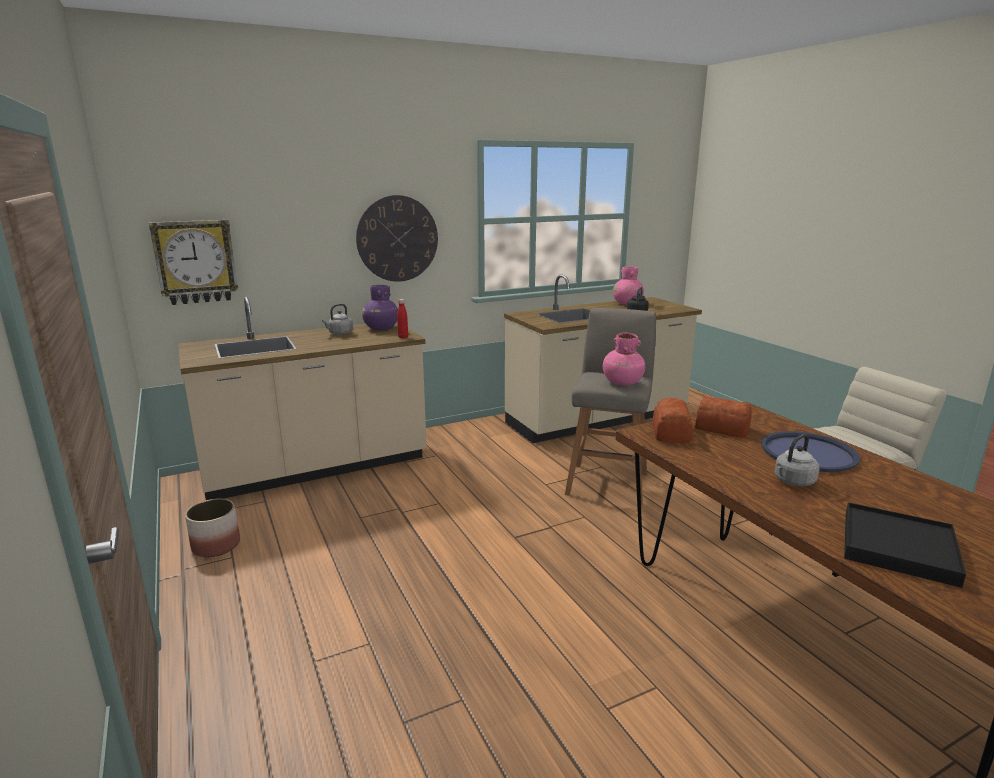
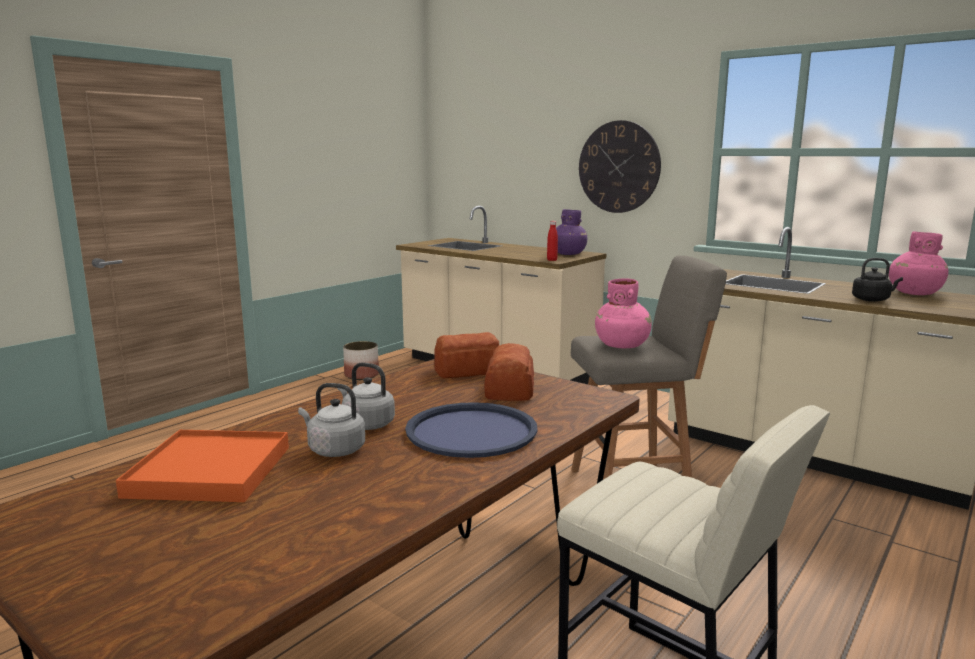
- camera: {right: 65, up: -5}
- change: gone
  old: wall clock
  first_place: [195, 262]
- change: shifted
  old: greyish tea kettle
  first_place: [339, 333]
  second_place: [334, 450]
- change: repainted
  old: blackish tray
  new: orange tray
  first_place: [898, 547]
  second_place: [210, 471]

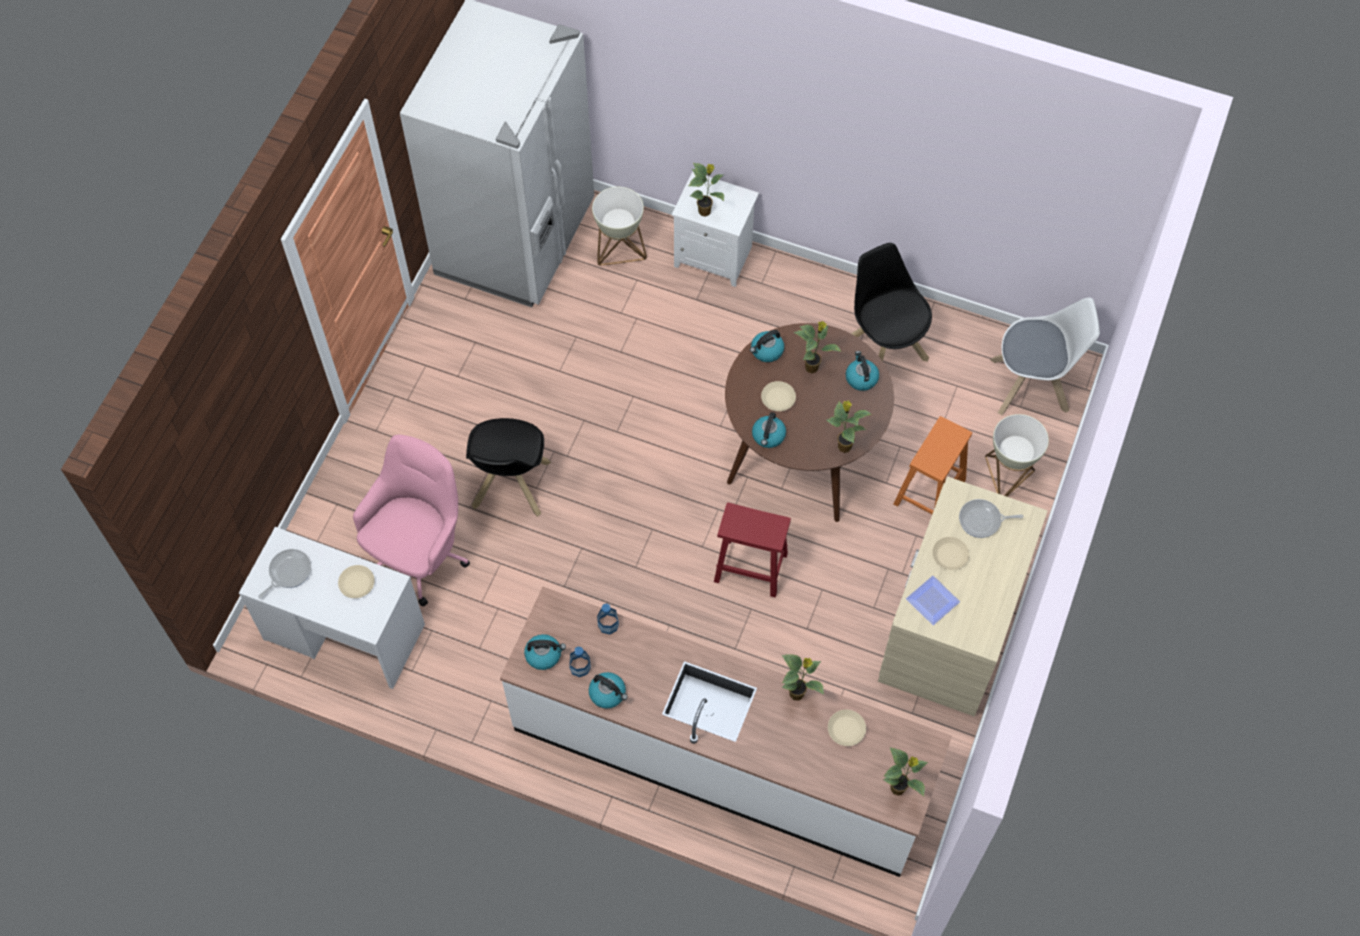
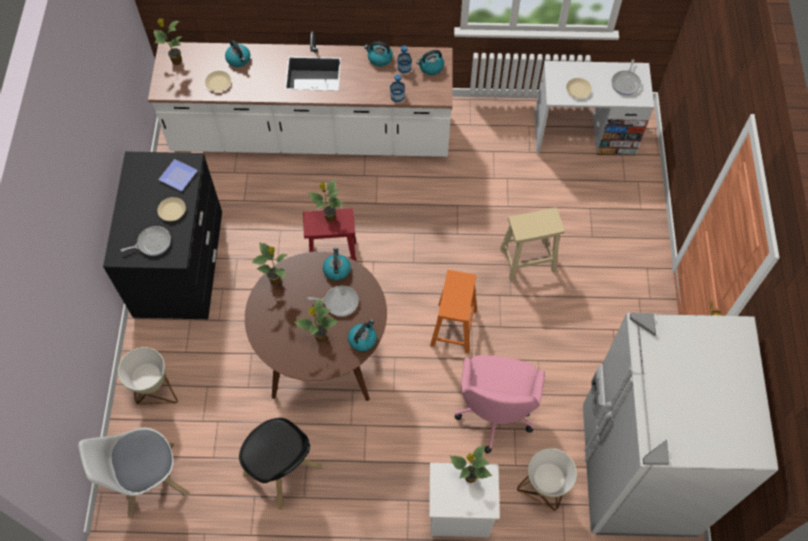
- camera: {right: 160, up: 0}
- change: shifted
  old: pink computer chair
  first_place: [420, 555]
  second_place: [495, 412]
- change: shifted
  old: potted plant
  first_place: [797, 694]
  second_place: [329, 218]
- change: shifted
  old: tea kettle
  first_place: [861, 378]
  second_place: [239, 59]
- change: shifted
  old: orange stool seat
  first_place: [929, 493]
  second_place: [453, 326]
- change: swapped
  old: blackish plain chair
  new: beige stool seat
  first_place: [510, 486]
  second_place: [528, 259]
- change: swapped
  old: beige plate
  new: frying pan
  first_place: [778, 398]
  second_place: [339, 302]
- change: repainted
  old: beige drawer chest
  new: blackish drawer chest
  first_place: [951, 626]
  second_place: [179, 263]

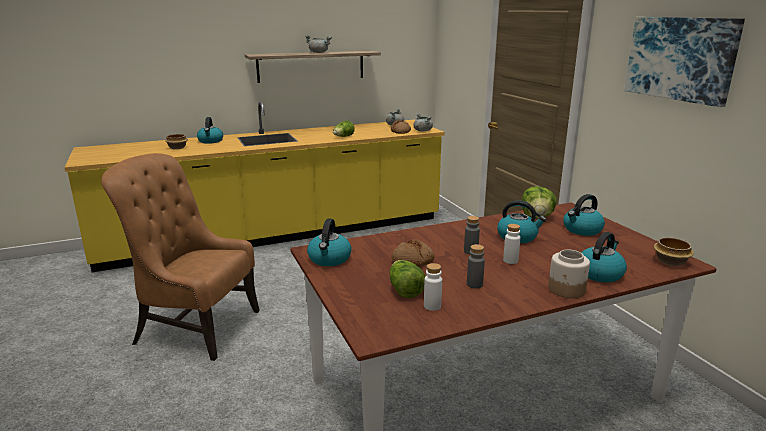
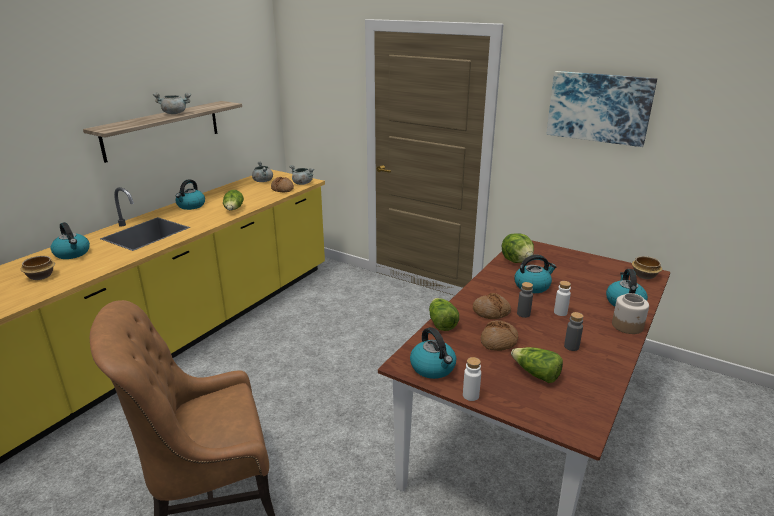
- camera: {right: -35, up: 5}
- change: new
  new: head of lettuce
  second_place: [441, 323]
- change: new
  new: baked bread
  second_place: [491, 311]
- change: shifted
  old: white-coloured beverage bottle
  first_place: [432, 306]
  second_place: [470, 395]
- change: shifted
  old: tea kettle
  first_place: [582, 230]
  second_place: [191, 206]

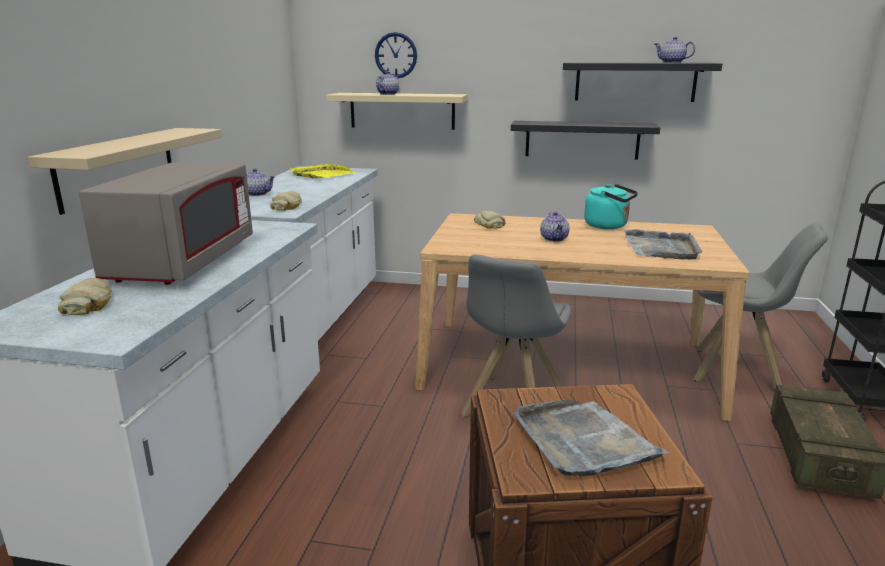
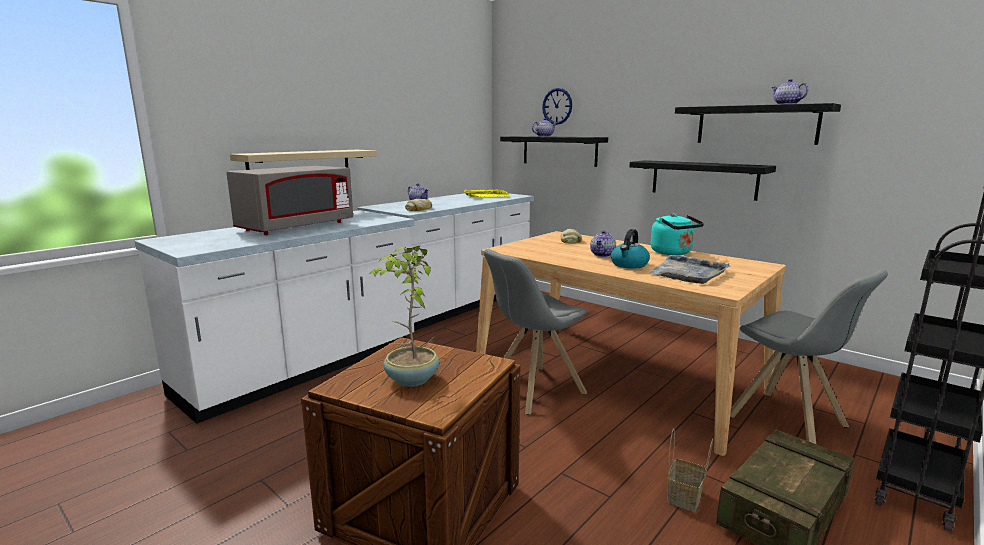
- camera: {right: 30, up: -5}
- change: gone
  old: baked bread
  first_place: [89, 304]
- change: new
  new: tea kettle
  second_place: [629, 265]
- change: new
  new: storage basket
  second_place: [685, 498]
- change: swapped
  old: greyish tray
  new: potted plant
  first_place: [583, 441]
  second_place: [410, 380]
- change: repainted
  old: beige wall shelf
  new: blackish wall shelf
  first_place: [402, 111]
  second_place: [559, 150]

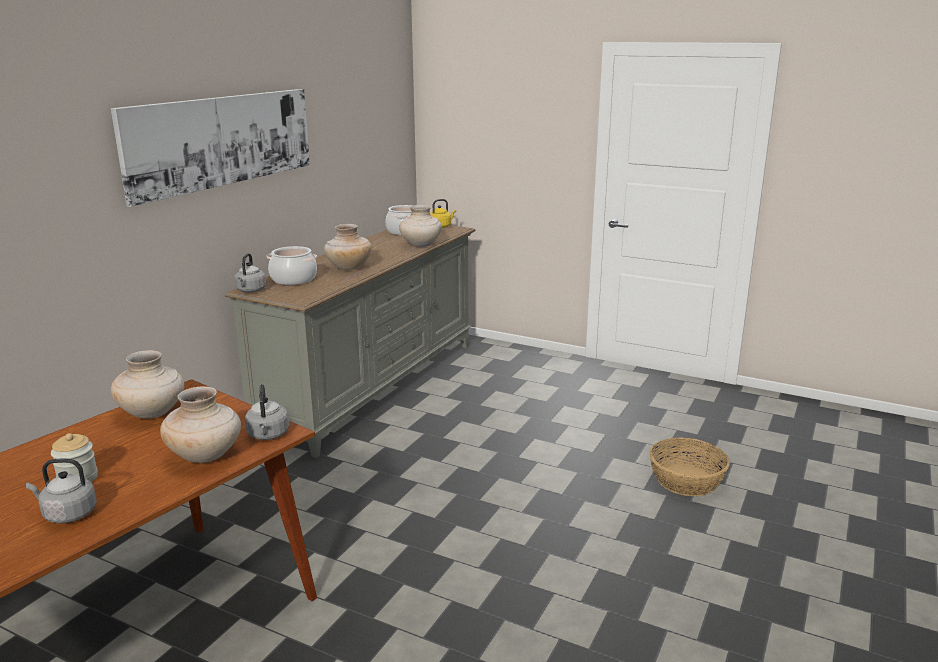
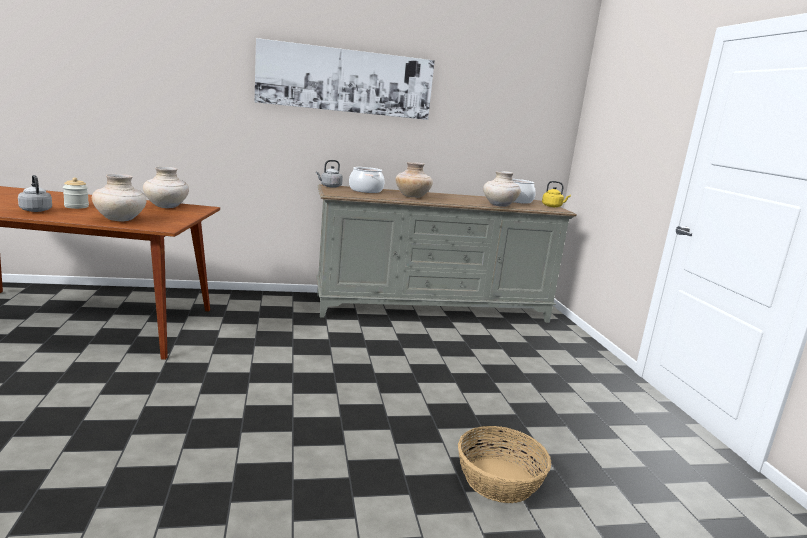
- camera: {right: 50, up: -5}
- change: gone
  old: greyish tea kettle
  first_place: [268, 435]

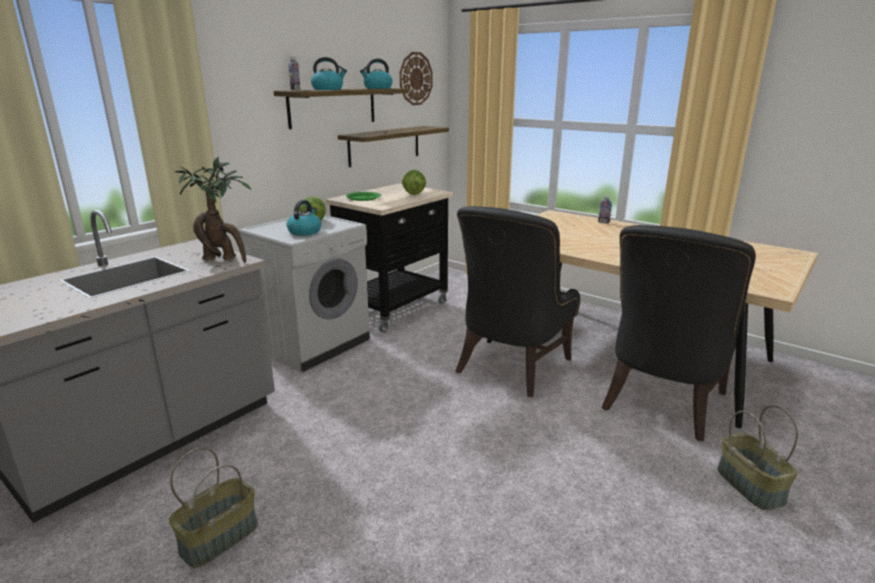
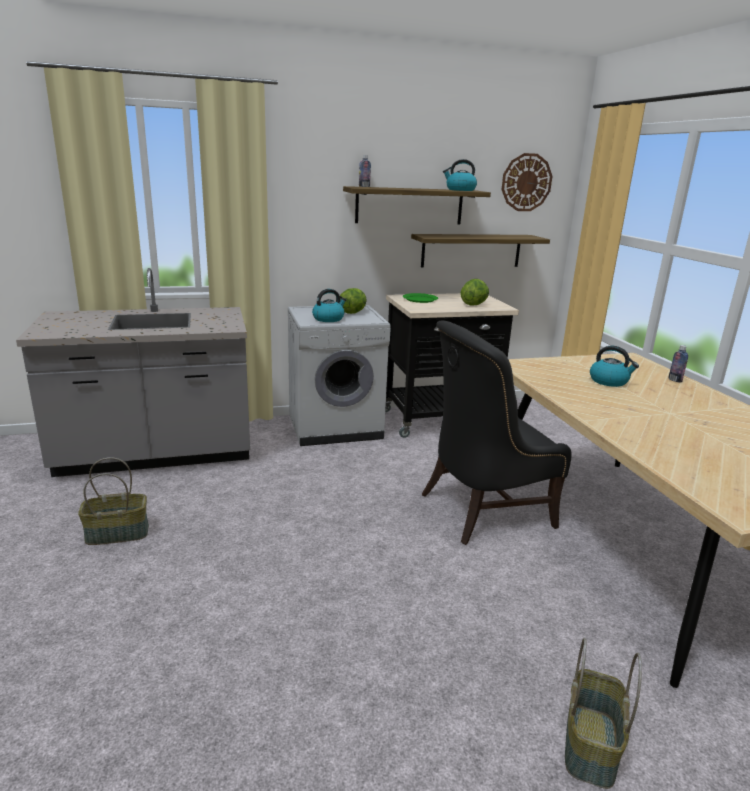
- camera: {right: 35, up: 0}
- change: gone
  old: potted plant
  first_place: [223, 259]
- change: gone
  old: blackish plain chair
  first_place: [662, 401]
- change: shifted
  old: tea kettle
  first_place: [328, 89]
  second_place: [609, 381]

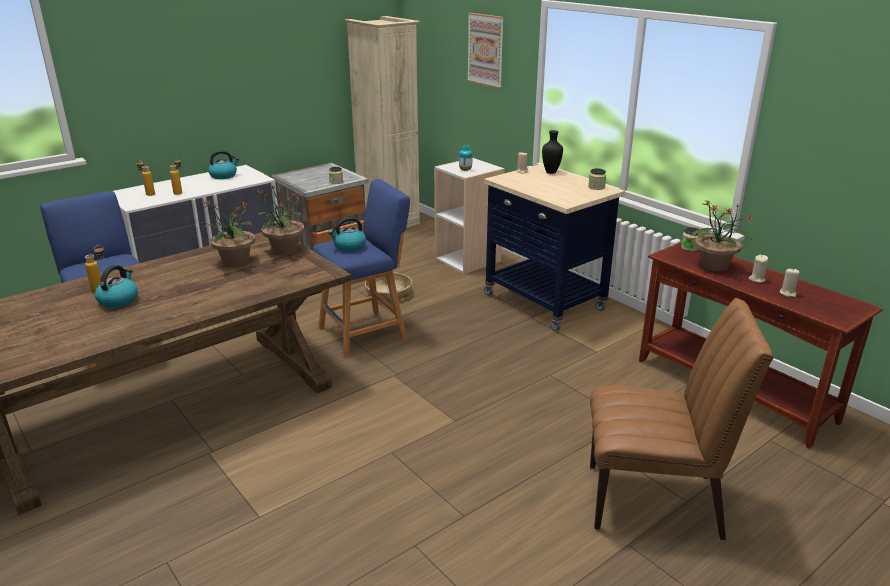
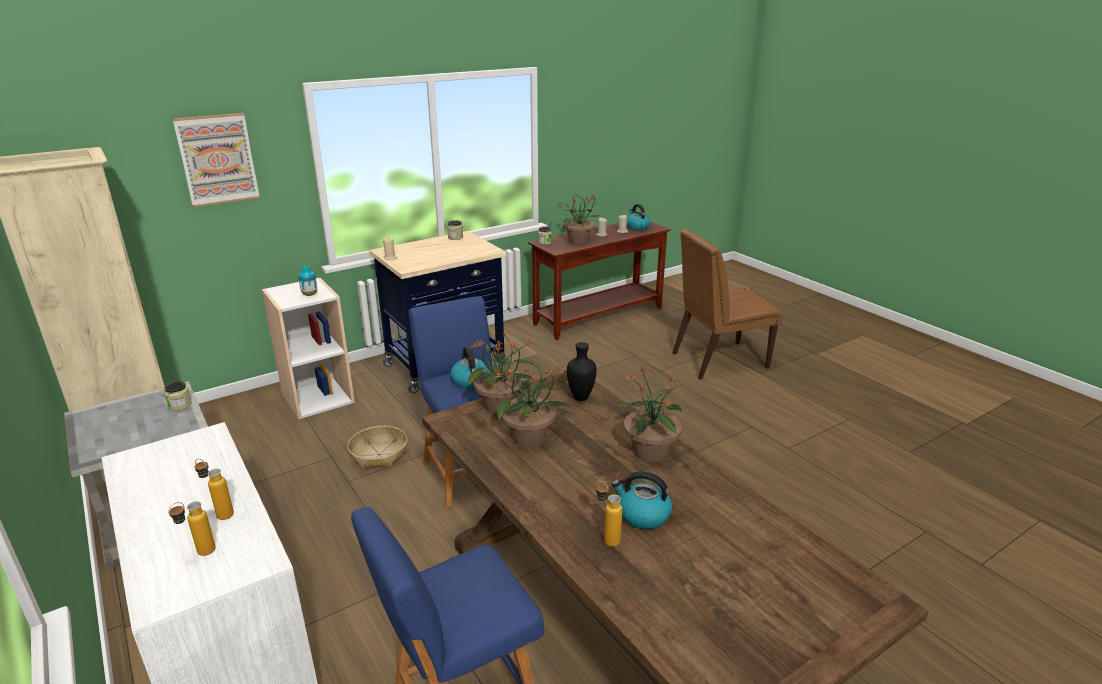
- camera: {right: -85, up: 0}
- change: new
  new: potted plant
  second_place: [649, 452]
- change: shifted
  old: tea kettle
  first_place: [224, 176]
  second_place: [637, 227]
- change: shifted
  old: blackish flower vase
  first_place: [551, 172]
  second_place: [580, 397]
- change: rotated
  old: brown plain chair
  first_place: [652, 501]
  second_place: [720, 360]
  degrees: -120

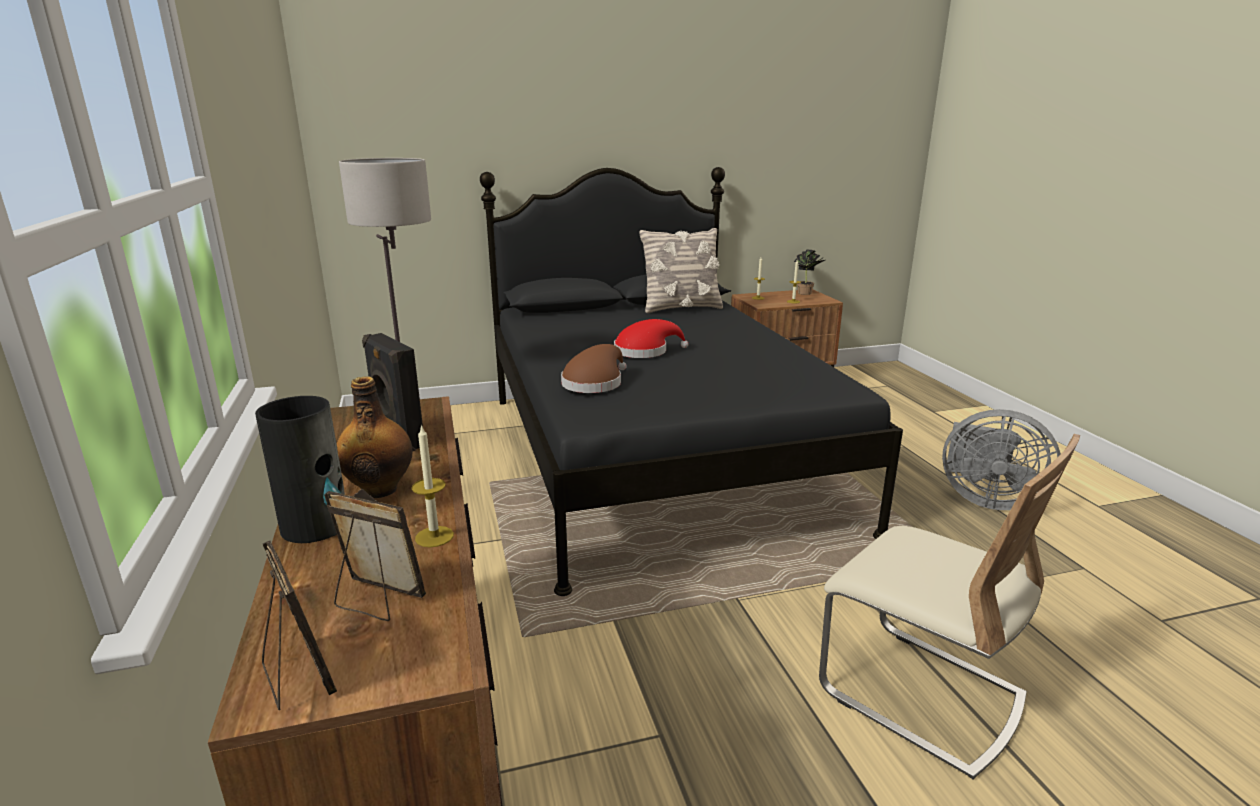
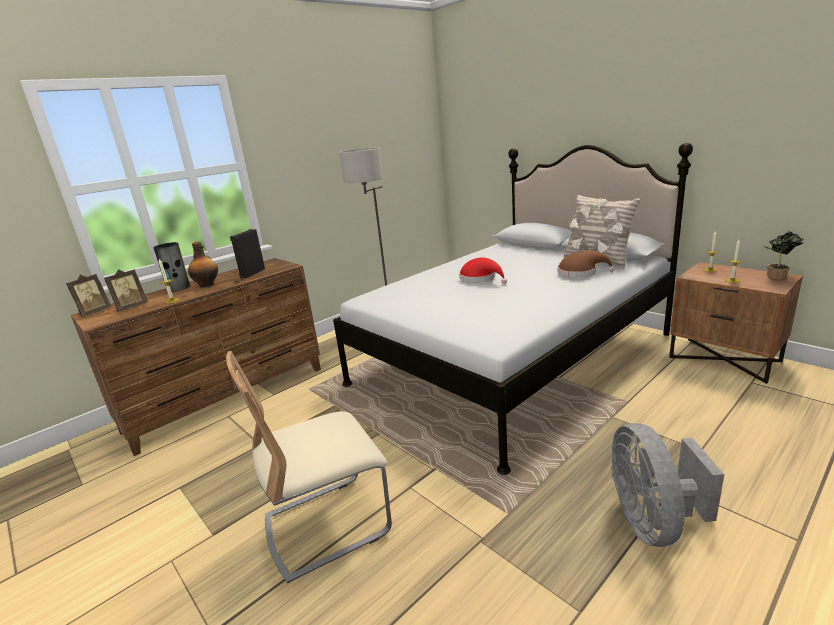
- camera: {right: 65, up: 0}
- change: shifted
  old: brown hat
  first_place: [594, 383]
  second_place: [580, 273]
- change: repainted
  old: blackish bed
  new: white-coloured bed
  first_place: [656, 457]
  second_place: [513, 359]
- change: rotated
  old: photo frame
  first_place: [376, 601]
  second_place: [131, 307]
  degrees: 45
- change: rotated
  old: beige plain chair
  first_place: [920, 693]
  second_place: [327, 524]
  degrees: 45

